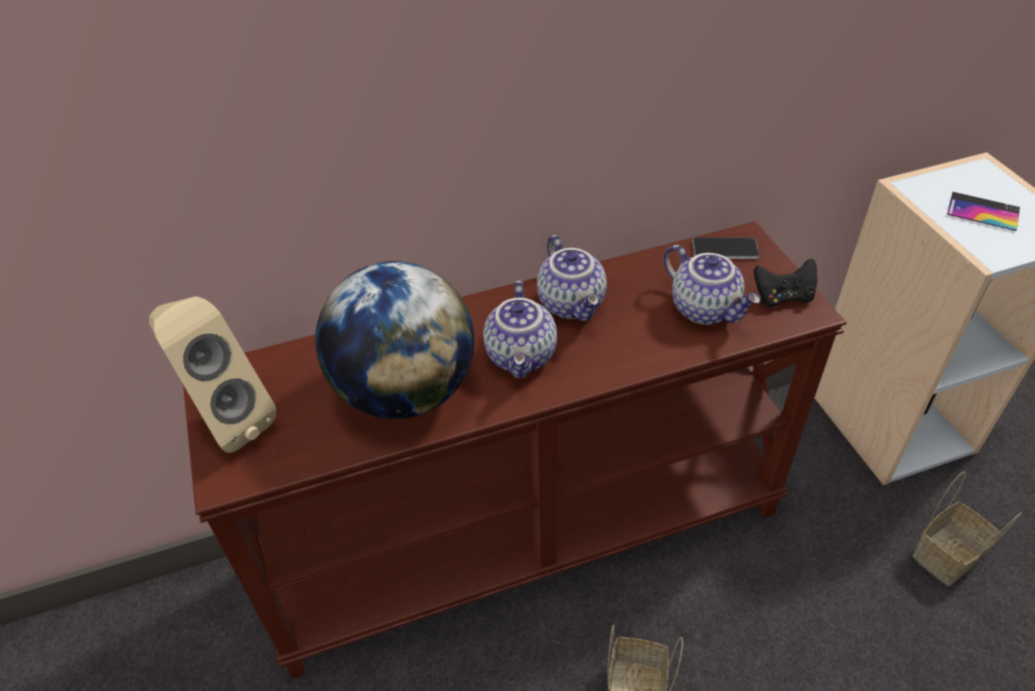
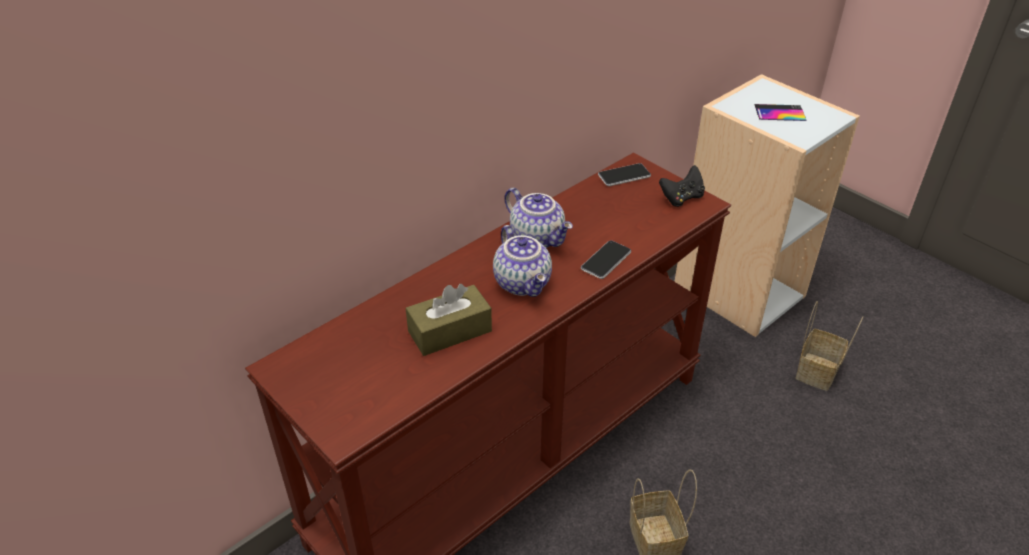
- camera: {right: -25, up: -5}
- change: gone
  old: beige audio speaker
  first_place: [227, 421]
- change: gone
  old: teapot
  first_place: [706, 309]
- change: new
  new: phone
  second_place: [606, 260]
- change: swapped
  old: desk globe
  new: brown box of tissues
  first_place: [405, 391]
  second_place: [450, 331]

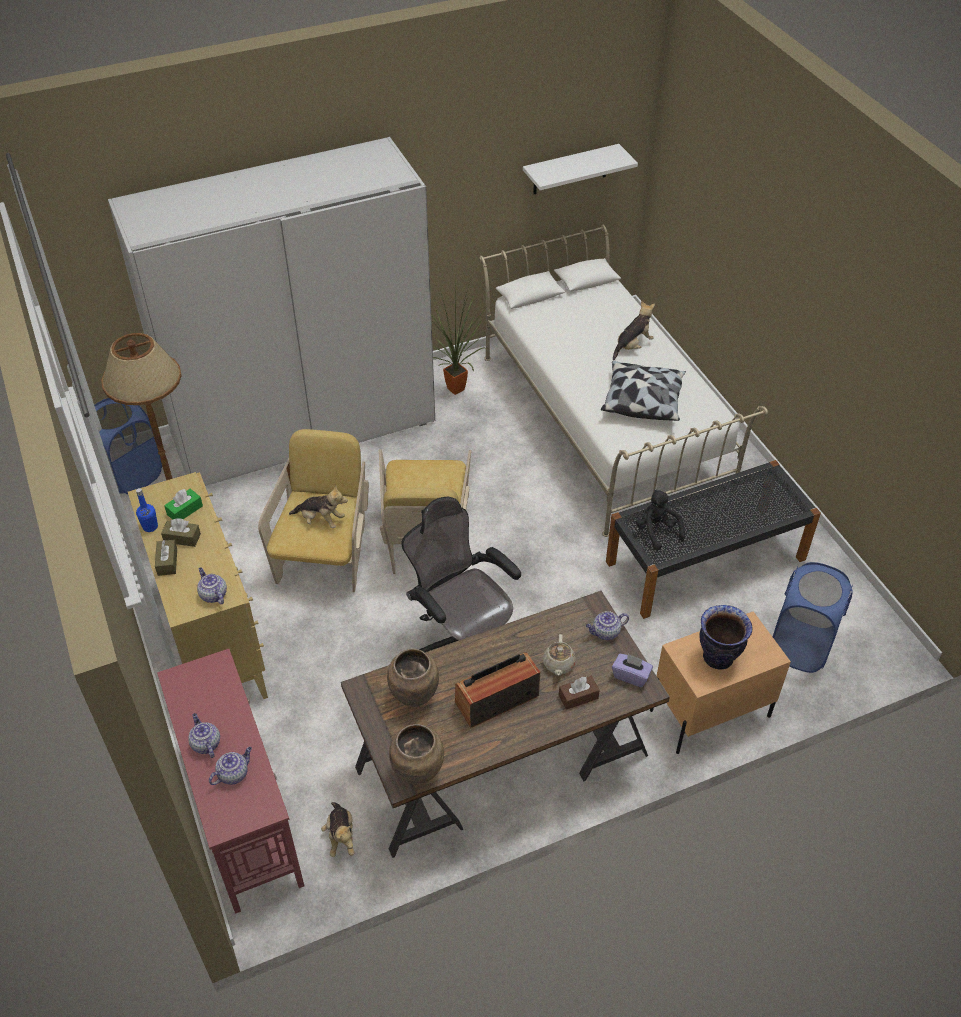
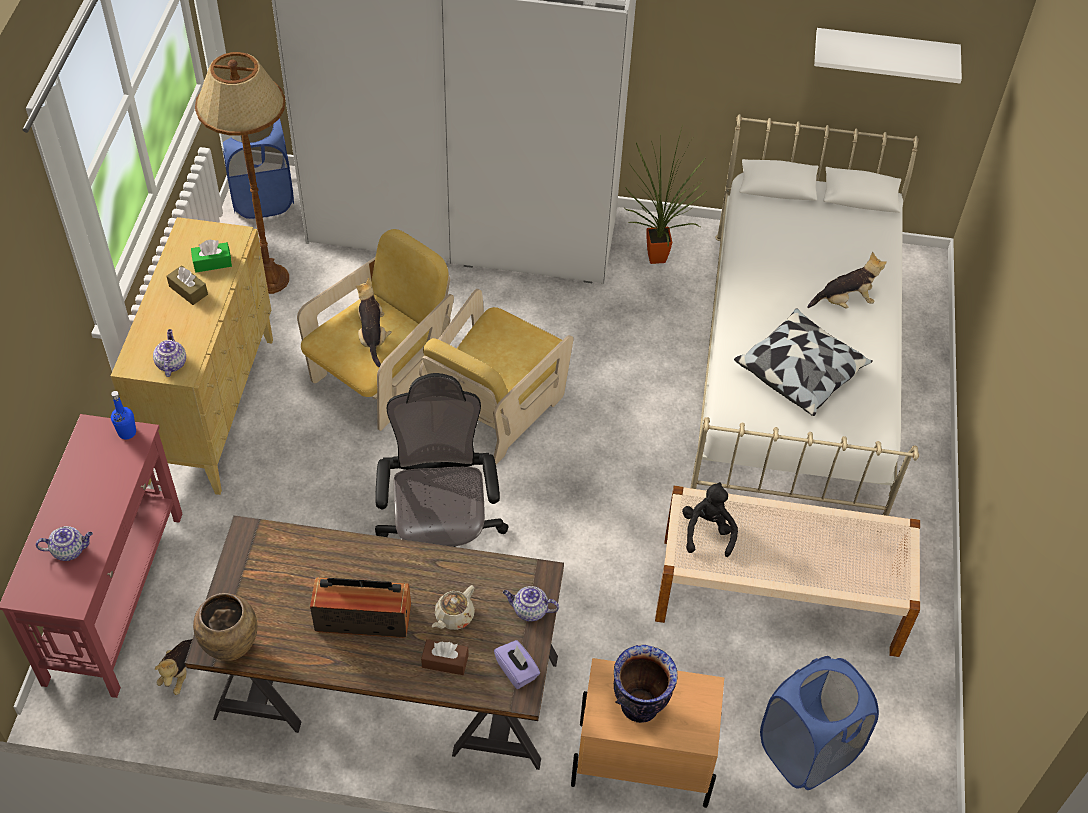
- camera: {right: 30, up: 5}
- change: gone
  old: brown box of tissues
  first_place: [167, 562]
- change: gone
  old: teapot
  first_place: [205, 744]
- change: gone
  old: brown flower vase
  first_place: [415, 696]
- change: shifted
  old: bluish beverage bottle
  first_place: [150, 527]
  second_place: [127, 432]
- change: repainted
  old: blackish long seat
  new: beige long seat
  first_place: [705, 560]
  second_place: [779, 593]
- change: rotated
  old: plush toy
  first_place: [320, 520]
  second_place: [372, 337]
  degrees: -150

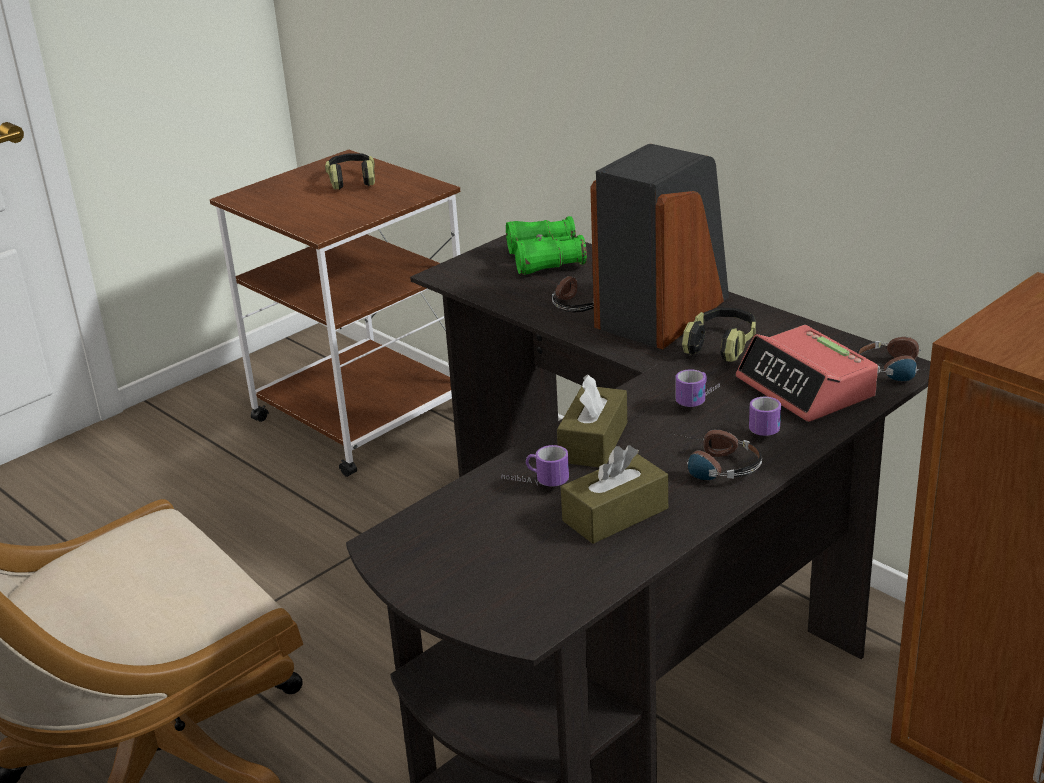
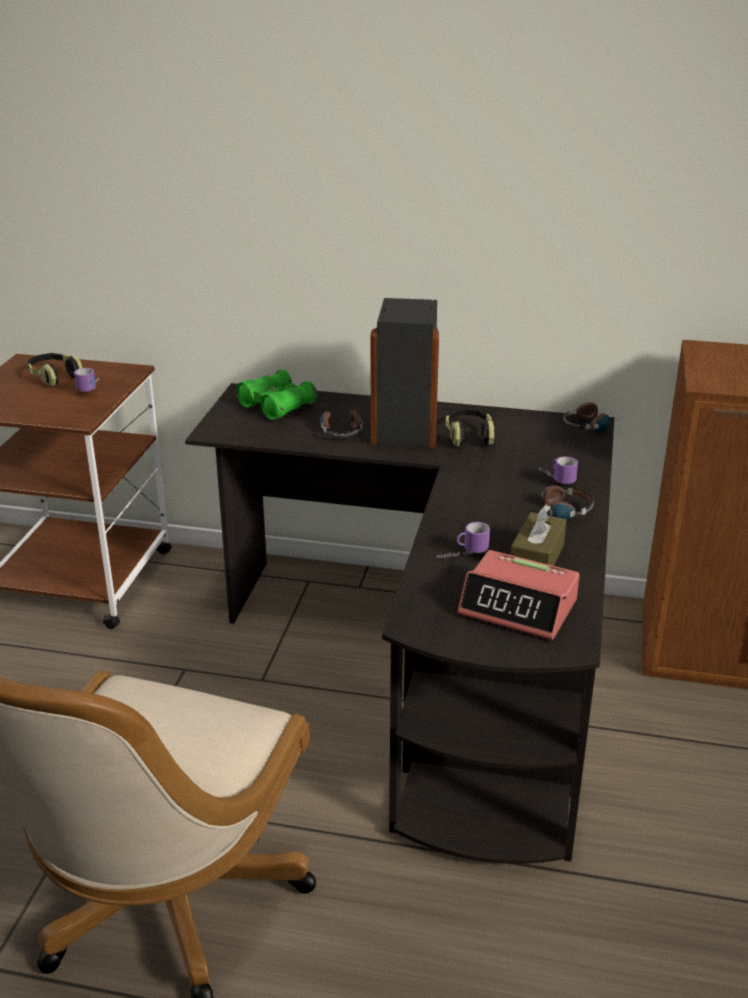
- camera: {right: -35, up: 0}
- change: gone
  old: brown box of tissues
  first_place: [593, 442]
- change: shifted
  old: tea mug
  first_place: [701, 401]
  second_place: [91, 388]
- change: shifted
  old: table clock
  first_place: [806, 388]
  second_place: [519, 607]

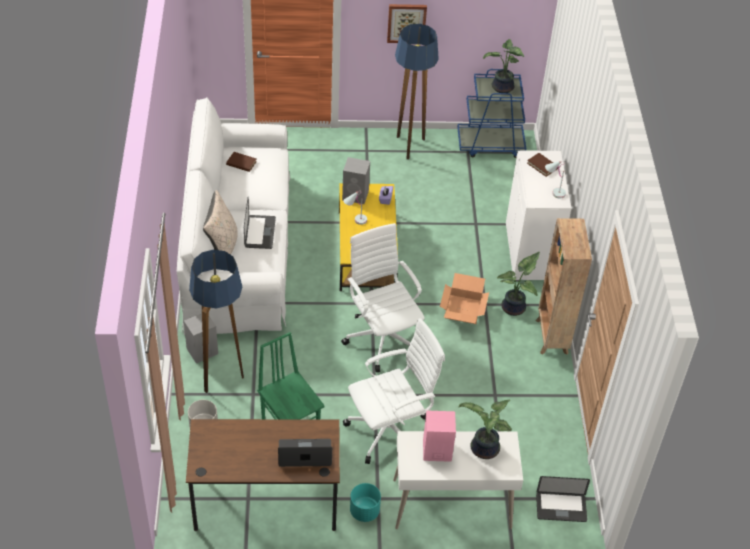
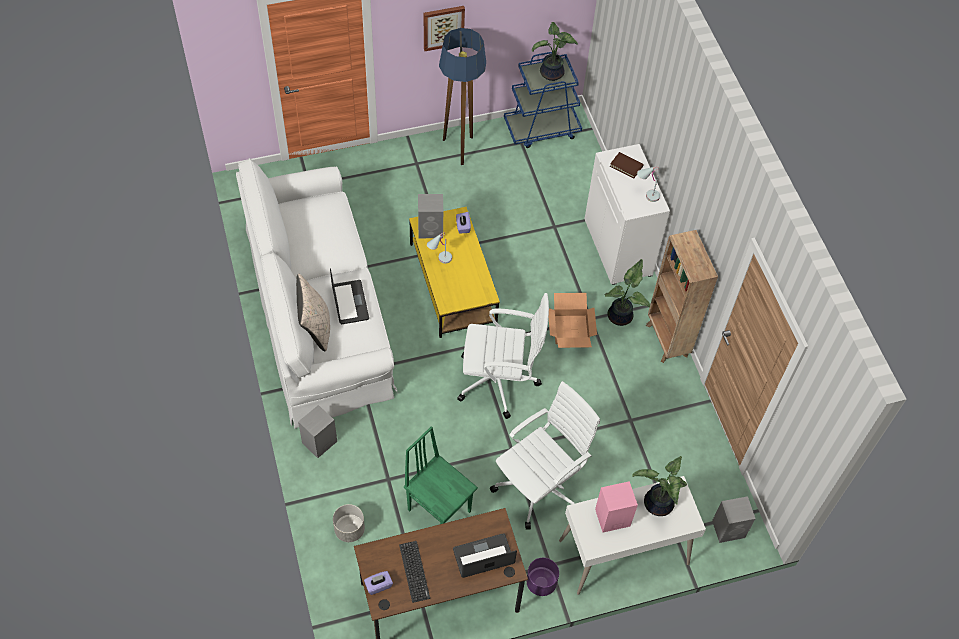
- camera: {right: -15, up: 10}
- change: gone
  old: standing lamp
  first_place: [222, 378]
- change: gone
  old: brown volume
  first_place: [241, 163]
- change: new
  new: purple box of tissues
  second_place: [378, 585]
- change: new
  new: PC keyboard
  second_place: [414, 571]
- change: swapped
  old: laptop
  new: greyish audio speaker
  first_place: [561, 508]
  second_place: [729, 529]
- change: repainted
  old: blue-green planter
  new: purple planter
  first_place: [364, 511]
  second_place: [541, 583]
- change: rotated
  old: white-coloured computer chair
  first_place: [382, 337]
  second_place: [500, 381]
  degrees: 135

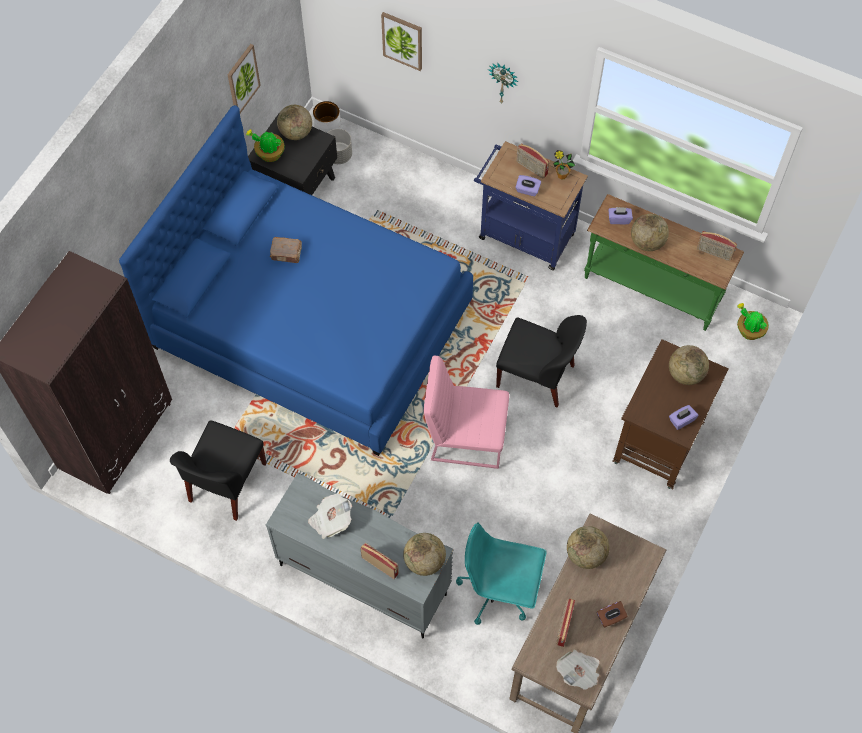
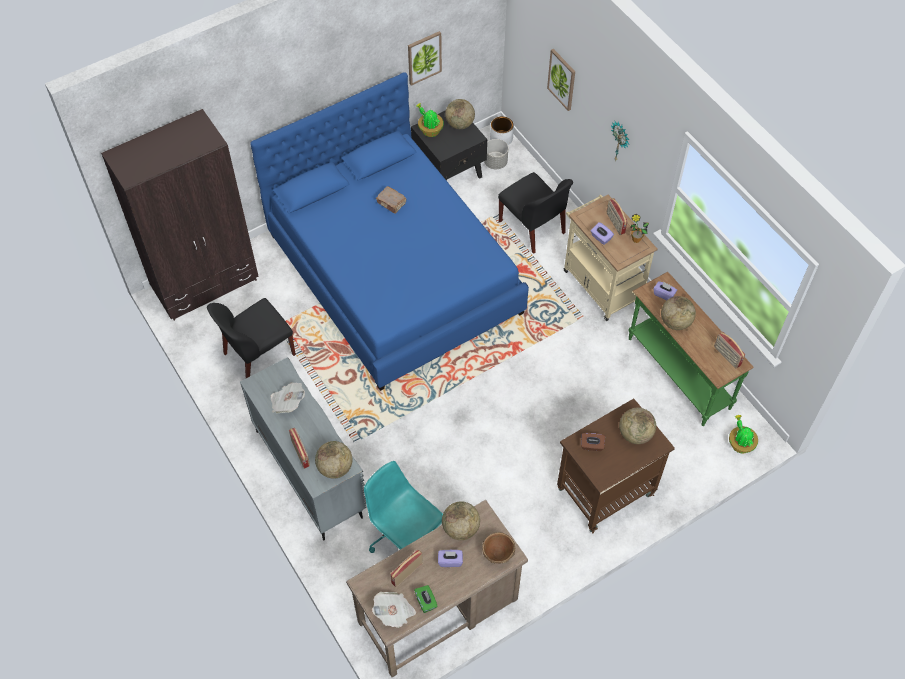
- camera: {right: 30, up: -5}
- change: gone
  old: pink plain chair
  first_place: [465, 438]
- change: new
  new: green box of tissues
  second_place: [426, 602]
- change: new
  new: brown serving bowl
  second_place: [497, 554]
- change: shifted
  old: blackish plain chair
  first_place: [537, 376]
  second_place: [533, 228]
- change: shifted
  old: brown box of tissues
  first_place: [610, 617]
  second_place: [592, 446]
- change: shifted
  old: purple box of tissues
  first_place: [681, 420]
  second_place: [450, 561]
- change: repainted
  old: bluish cart
  new: beige cart
  first_place: [524, 236]
  second_place: [600, 284]

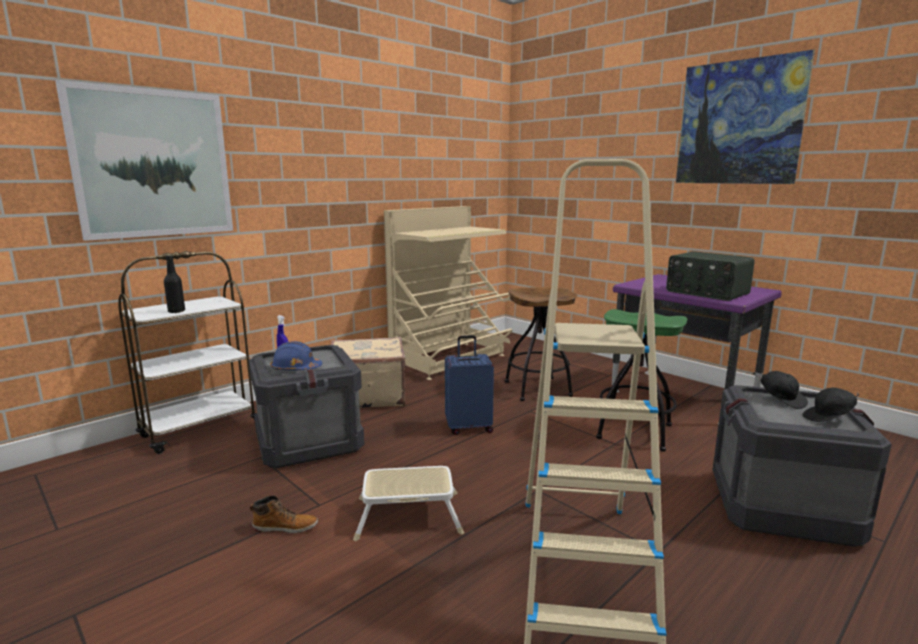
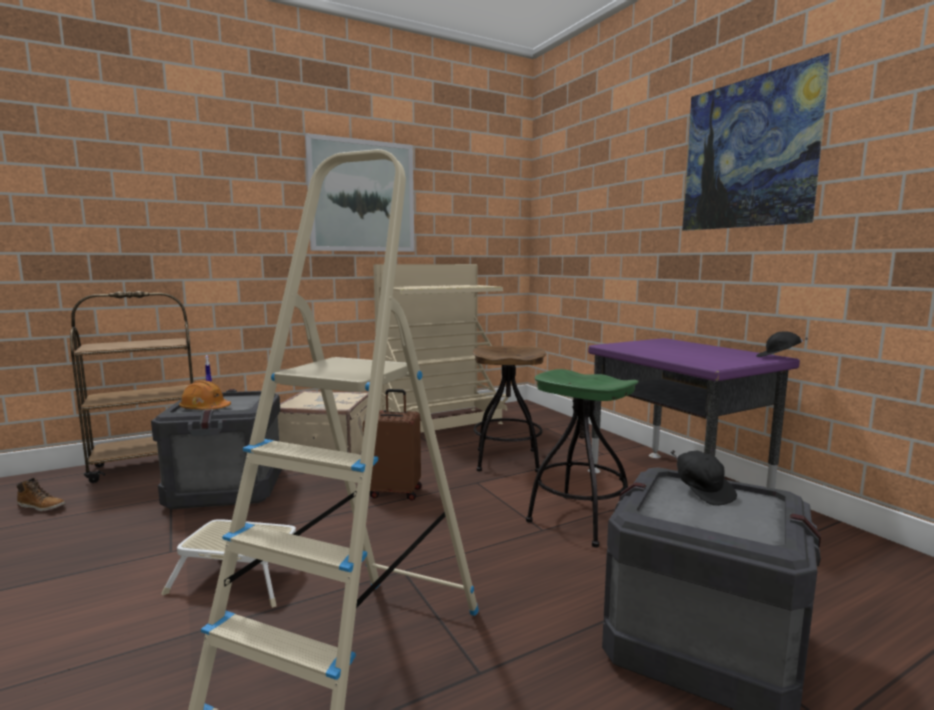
- camera: {right: 15, up: -5}
- change: gone
  old: blackish beverage bottle
  first_place: [176, 311]
- change: gone
  old: radio receiver
  first_place: [706, 293]
- change: shifted
  old: wall art
  first_place: [153, 164]
  second_place: [362, 196]
- change: shifted
  old: tall boot
  first_place: [285, 527]
  second_place: [42, 507]
- change: shifted
  old: blackish cap
  first_place: [829, 419]
  second_place: [778, 357]
- change: repainted
  old: white-coloured cart
  new: brown cart
  first_place: [200, 430]
  second_place: [148, 466]
- change: repainted
  old: bluish hard hat
  new: orange hard hat
  first_place: [296, 369]
  second_place: [205, 409]
- change: repainted
  old: bluish travel case
  new: brown travel case
  first_place: [469, 427]
  second_place: [395, 492]

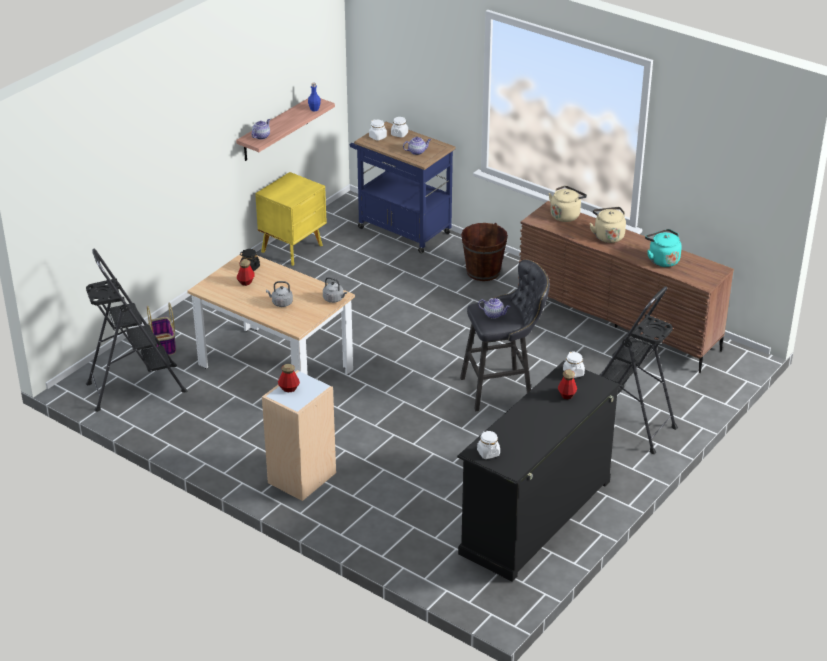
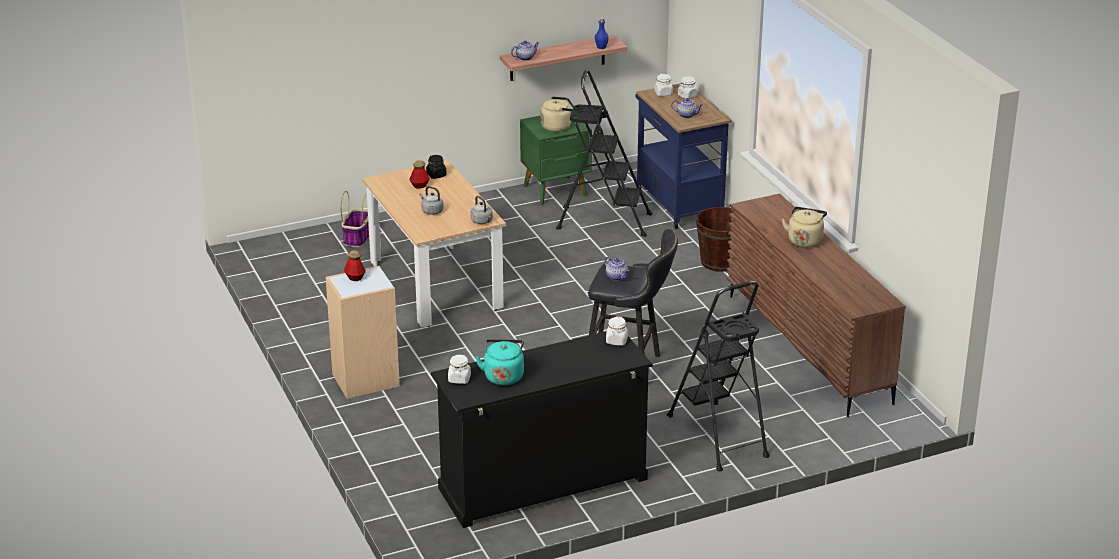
- camera: {right: 30, up: -5}
- change: gone
  old: beverage bottle
  first_place: [566, 395]
- change: shifted
  old: step stool
  first_place: [134, 387]
  second_place: [602, 221]
- change: shifted
  old: beige tea kettle
  first_place: [566, 215]
  second_place: [558, 126]
- change: shifted
  old: blue-green tea kettle
  first_place: [662, 260]
  second_place: [503, 376]
- change: repainted
  old: yellowish bedside table
  new: green bedside table
  first_place: [293, 248]
  second_place: [556, 191]

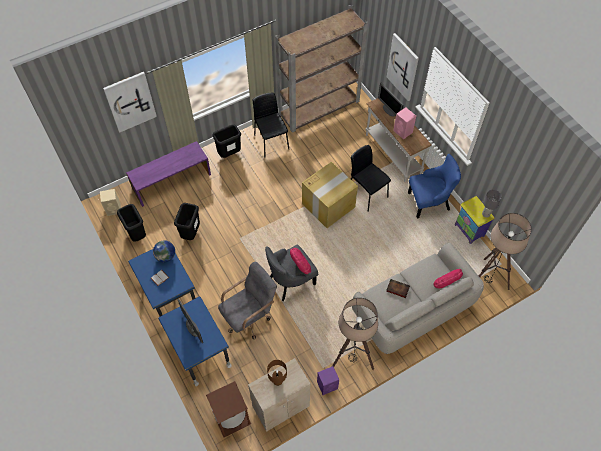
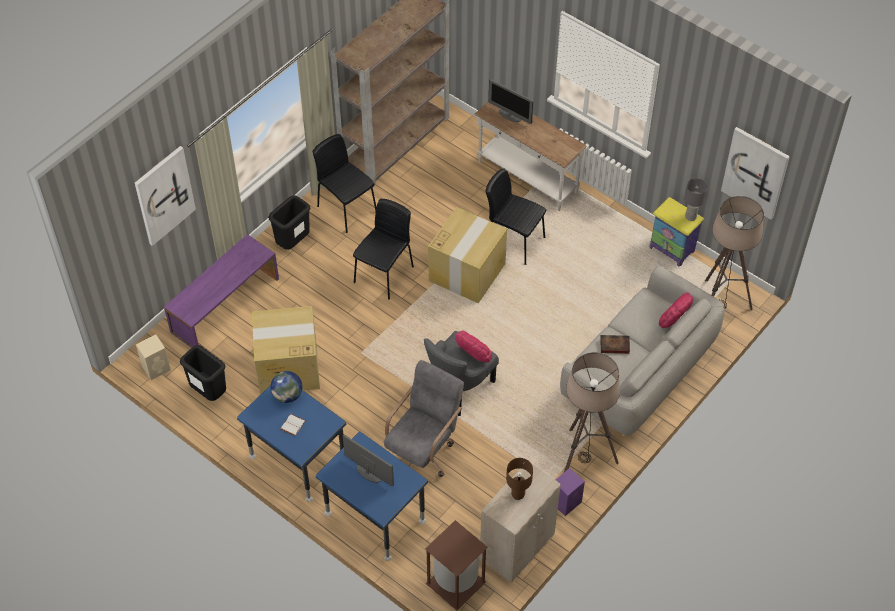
- camera: {right: -20, up: -5}
- change: gone
  old: pink audio speaker
  first_place: [403, 132]
- change: gone
  old: bluish lounge chair
  first_place: [428, 202]
- change: new
  new: blackish plain chair
  second_place: [385, 273]
- change: shifted
  old: wall art
  first_place: [403, 67]
  second_place: [755, 172]
- change: swapped
  old: blackish trash can
  new: cardboard box
  first_place: [191, 233]
  second_place: [287, 367]

